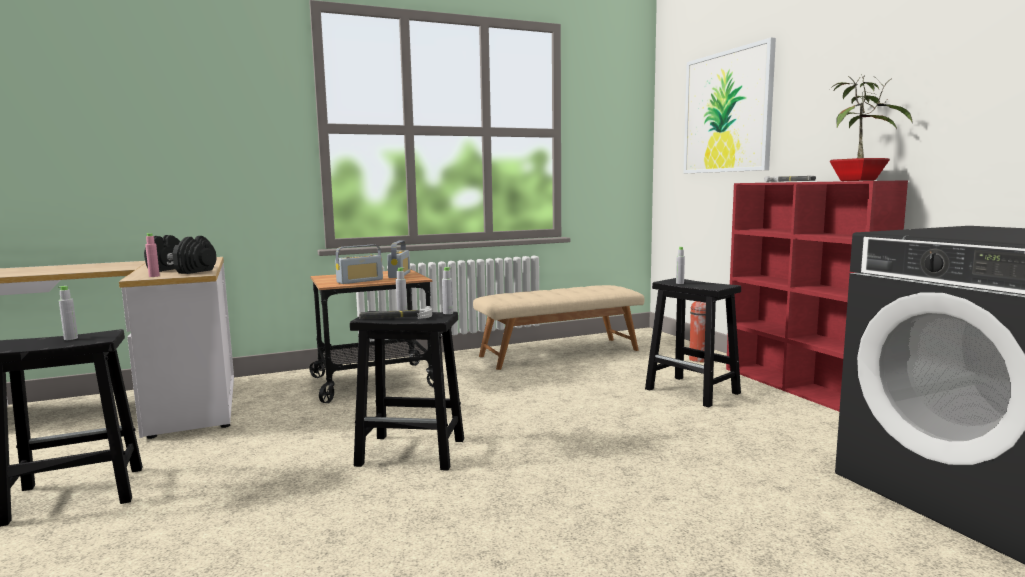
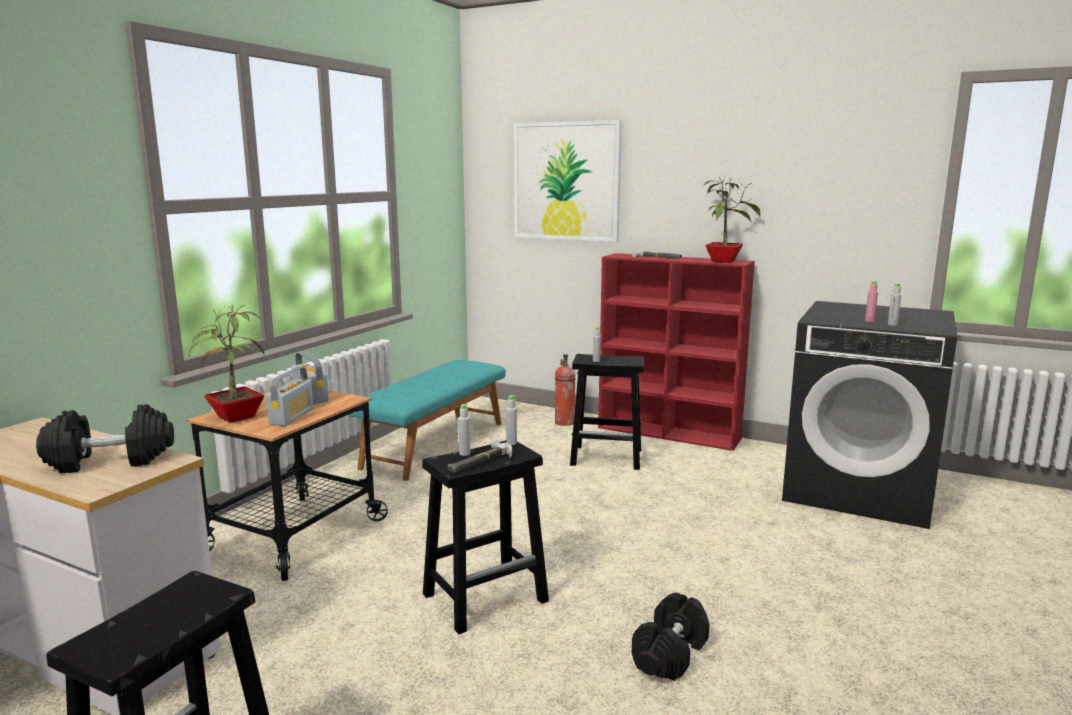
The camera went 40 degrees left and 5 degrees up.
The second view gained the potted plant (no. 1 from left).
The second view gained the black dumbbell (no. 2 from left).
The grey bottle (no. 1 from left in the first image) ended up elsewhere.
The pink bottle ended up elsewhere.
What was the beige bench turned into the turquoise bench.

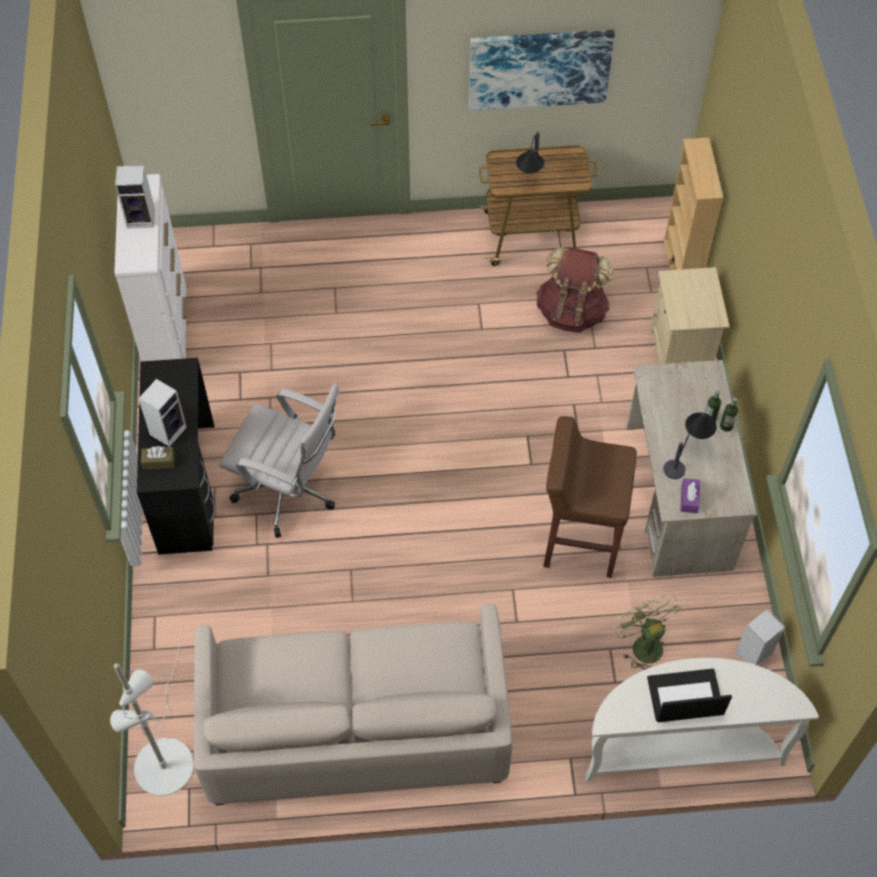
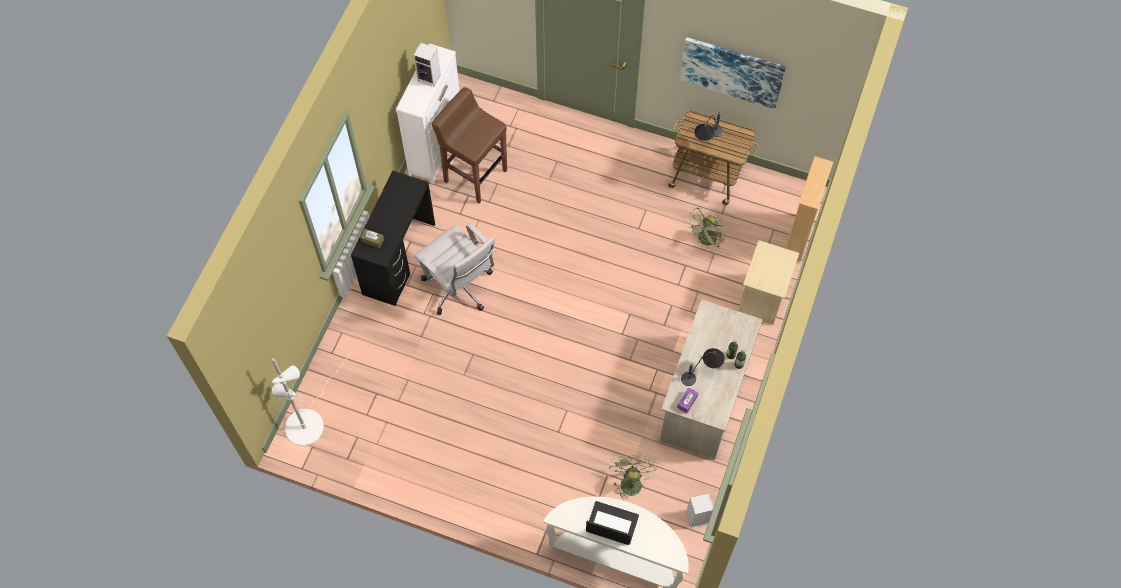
The camera went 25 degrees right and 5 degrees up.
The second view lost the speaker (no. 2 from left).
The second view lost the beige sofa.
The brown stool ended up elsewhere.
Where the brown backpack stood, the green fan (no. 2 from left) came to stand.

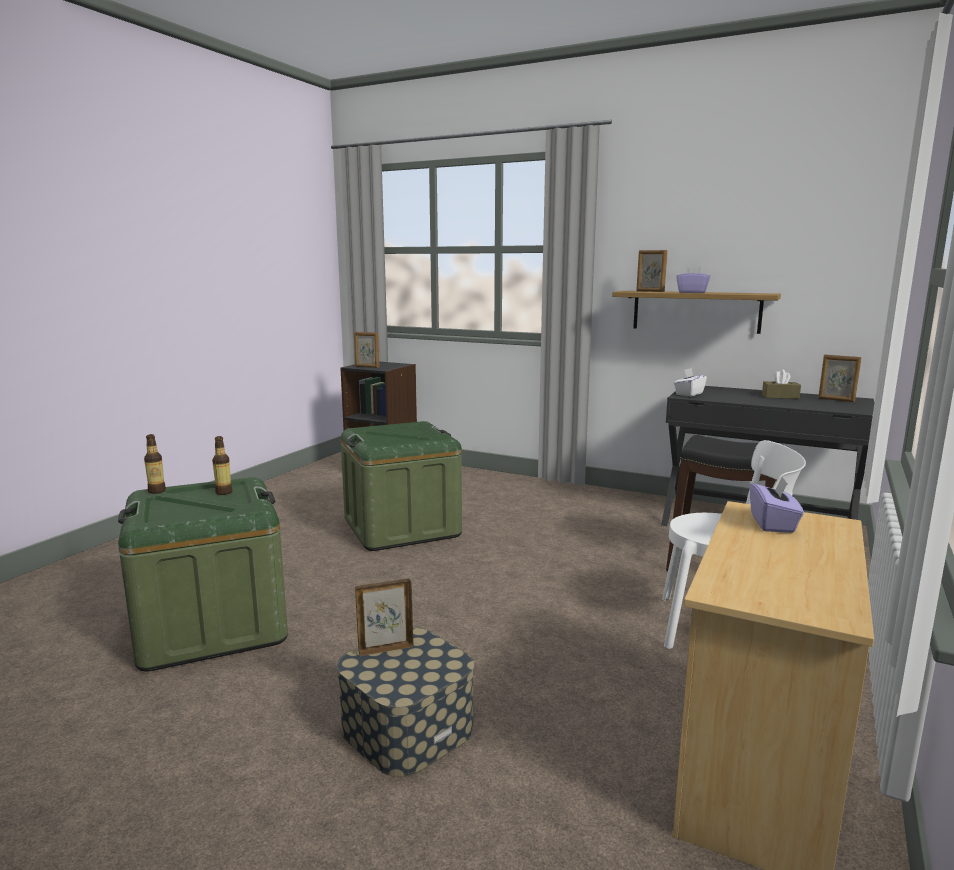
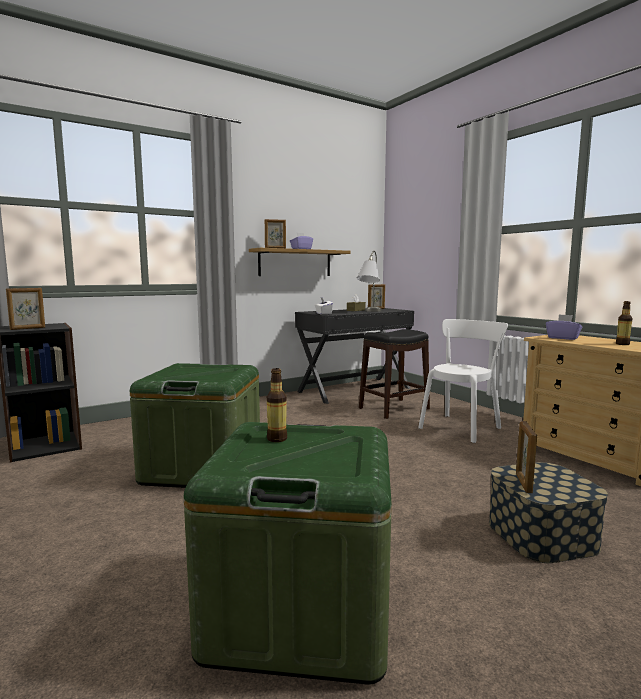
The camera went 60 degrees left and 5 degrees down.
The second view gained the grey table lamp.
The bottle (no. 1 from left in the first image) ended up elsewhere.

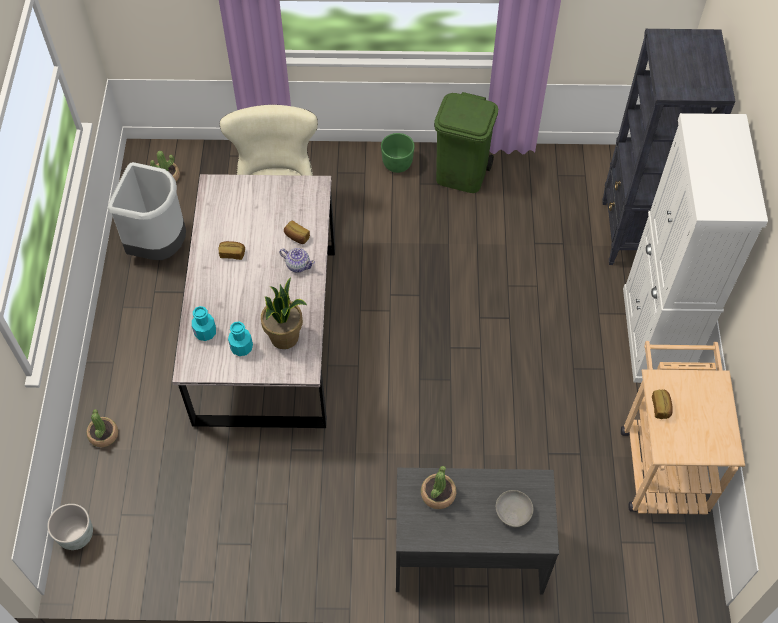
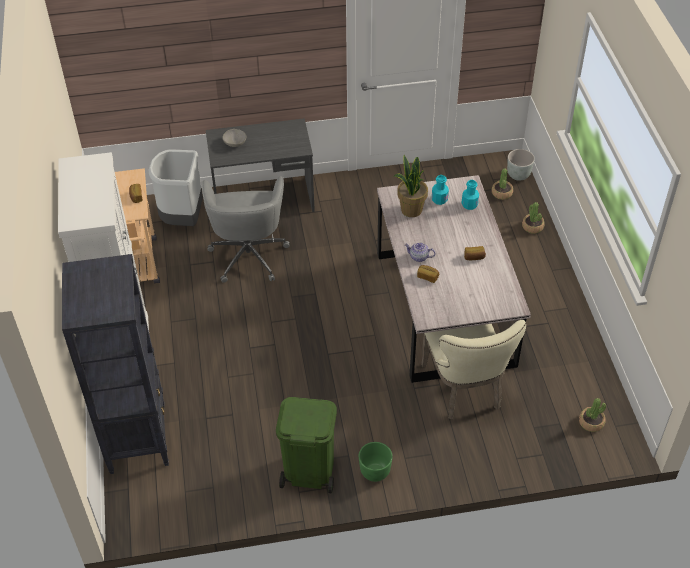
The camera went 170 degrees right and 10 degrees down.
The second view gained the grey office chair.
The grey trash can ended up elsewhere.
The potted plant (no. 4 from left in the first image) ended up elsewhere.

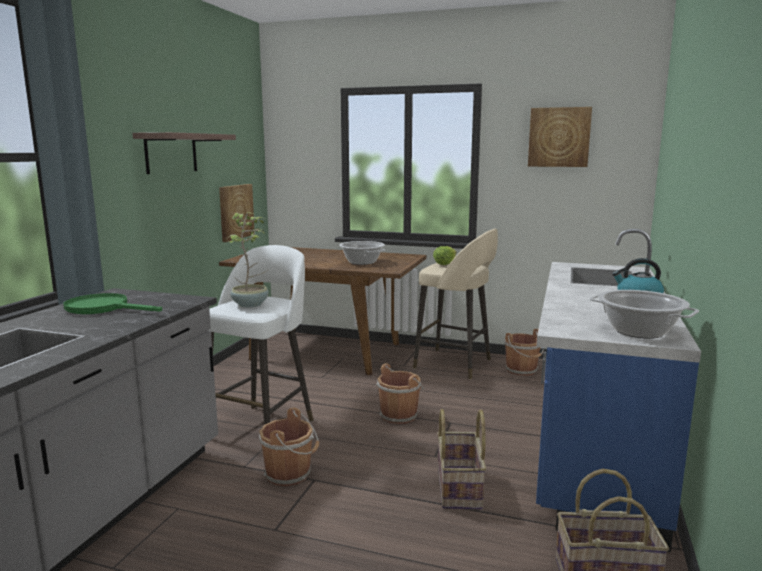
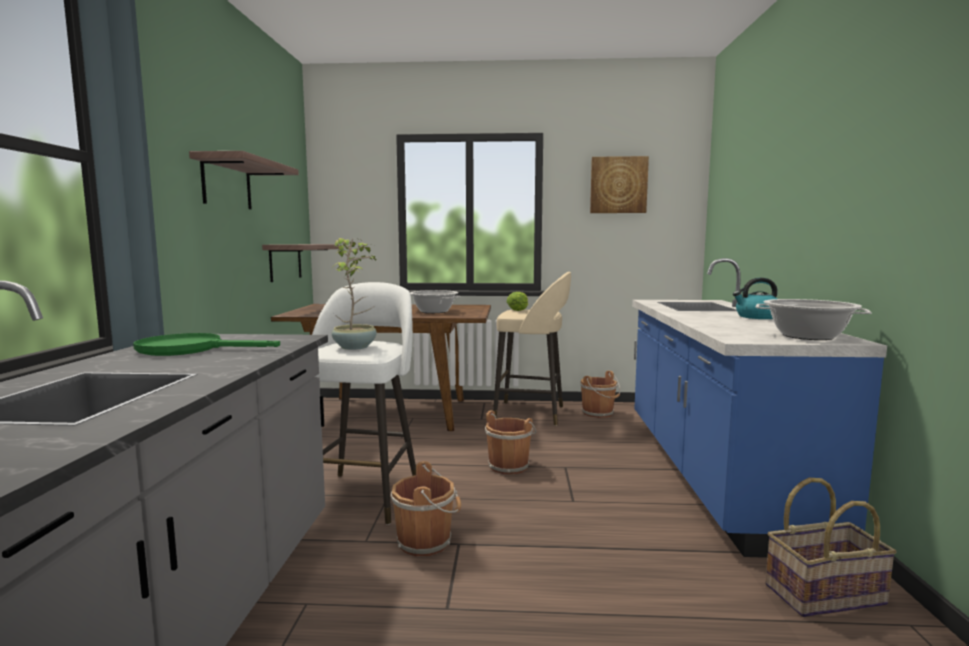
The camera went 15 degrees left and 5 degrees down.
The second view lost the basket (no. 1 from left).
Where the picture (no. 1 from left) hung, the shelf (no. 2 from left) came to hang.

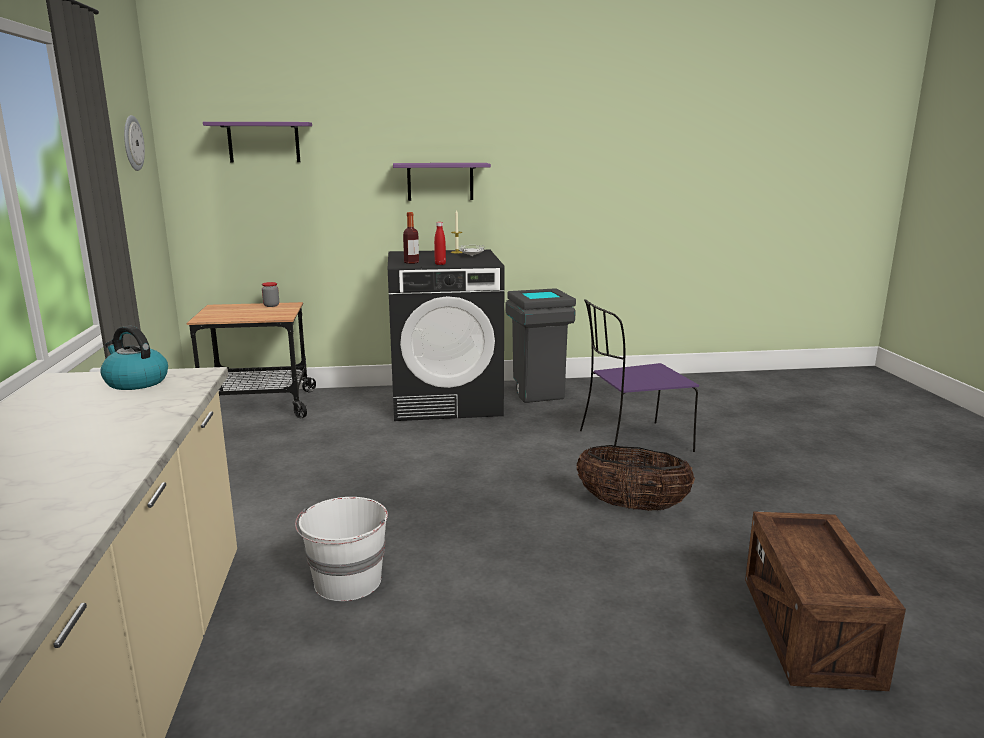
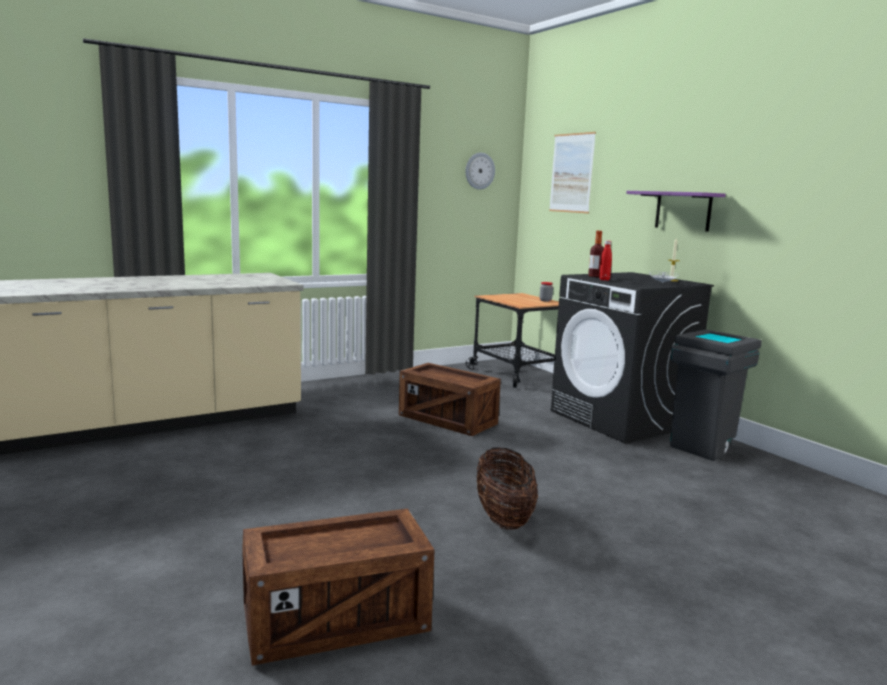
The camera went 65 degrees right and 5 degrees down.
The second view lost the kettle.
The second view lost the white bucket.
The second view lost the purple chair.
The second view gained the crate (no. 2 from left).
Where the purple shelf (no. 1 from left) hung, the picture came to hang.

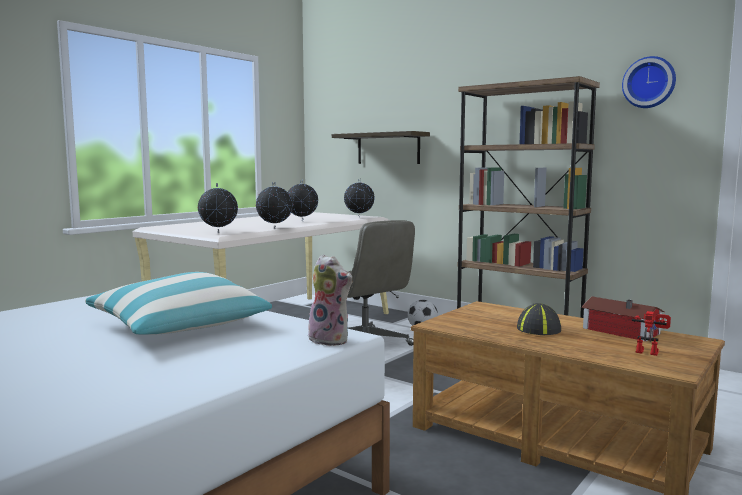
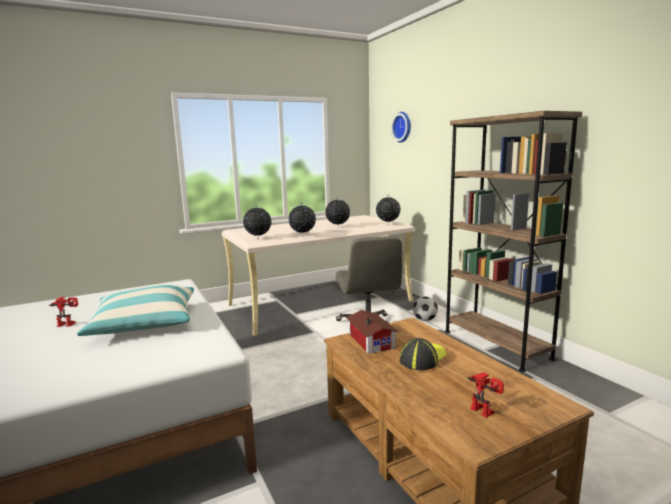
The camera went 25 degrees right and 5 degrees up.
The second view lost the plush toy.
The second view lost the shelf.
The second view gained the toy robot (no. 1 from left).
The toy house ended up elsewhere.
The wall clock ended up elsewhere.

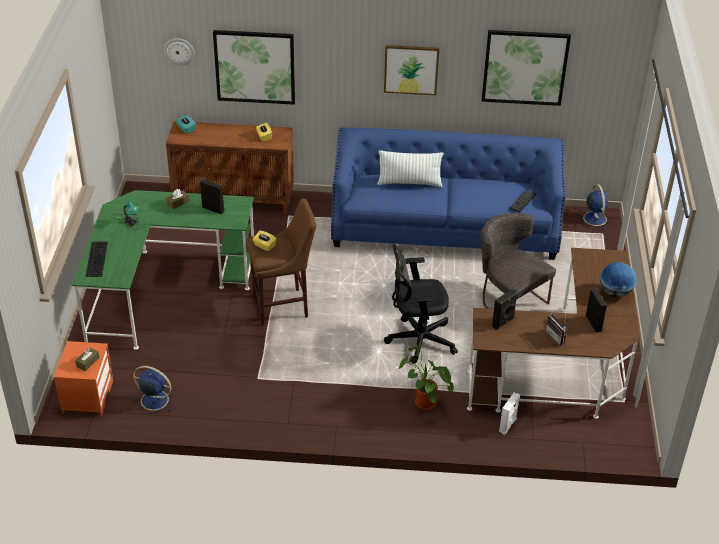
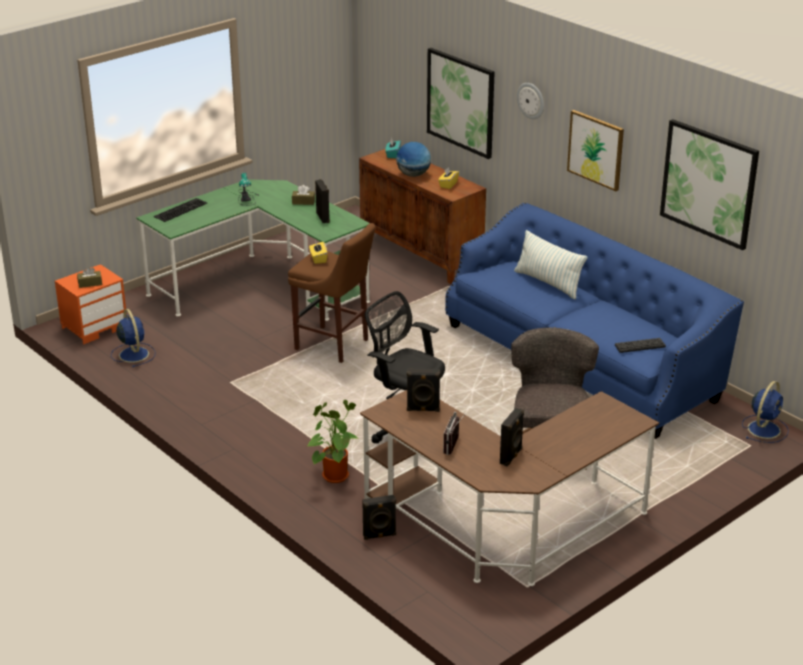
The camera went 45 degrees right and 10 degrees down.
The wall clock ended up elsewhere.
The globe ended up elsewhere.
What was the white speaker turned into the black speaker (no. 2 from left).

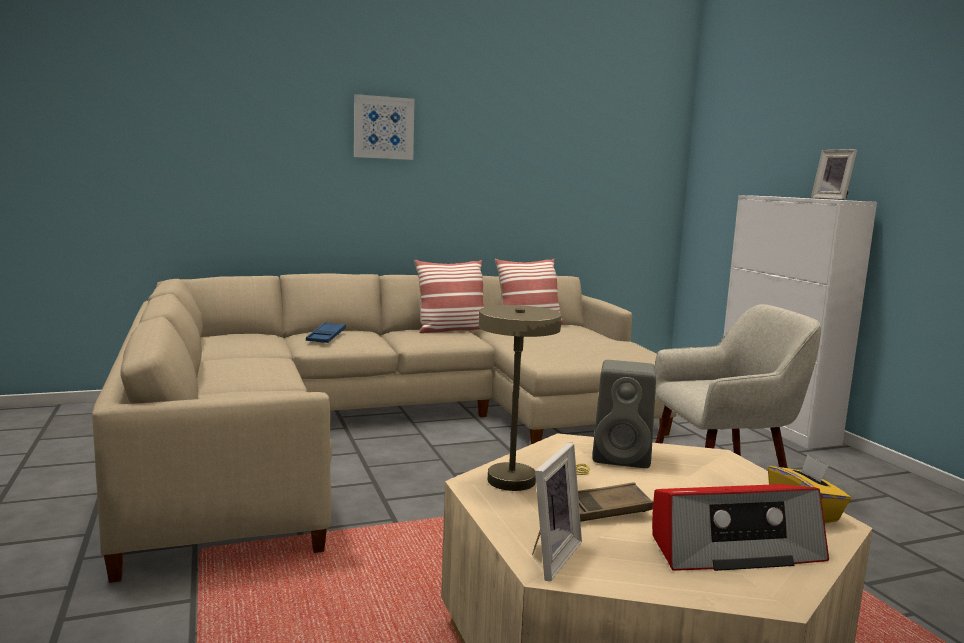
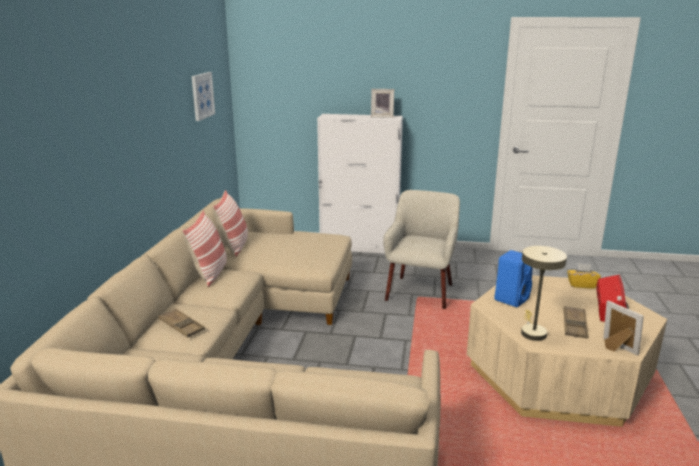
The camera went 60 degrees left and 10 degrees up.
The picture ended up elsewhere.
What was the blue tray turned into the brown tray (no. 1 from left).
What was the grey speaker turned into the blue speaker.

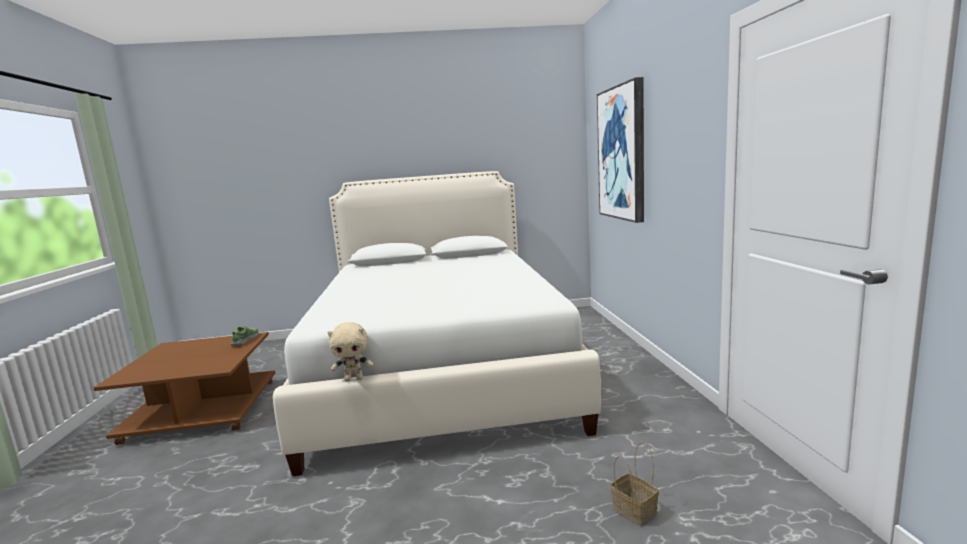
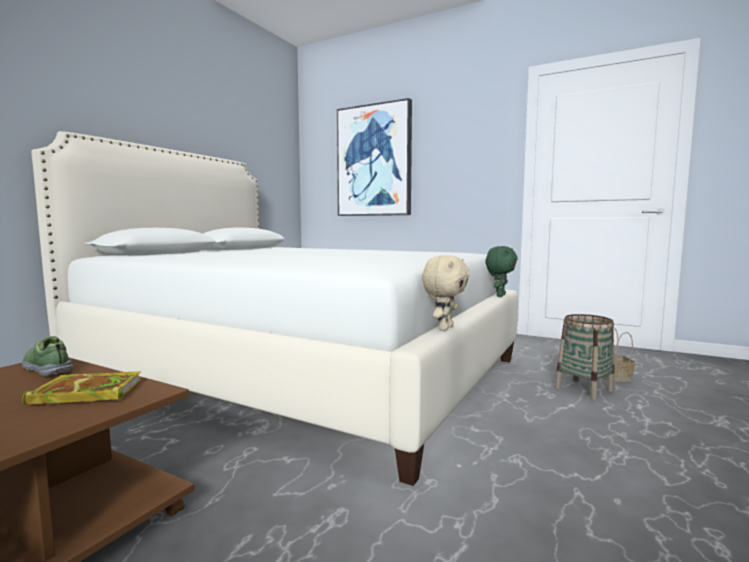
The camera went 55 degrees left and 5 degrees down.
The second view gained the book.
The second view gained the green plush toy.
The second view gained the basket (no. 1 from left).

